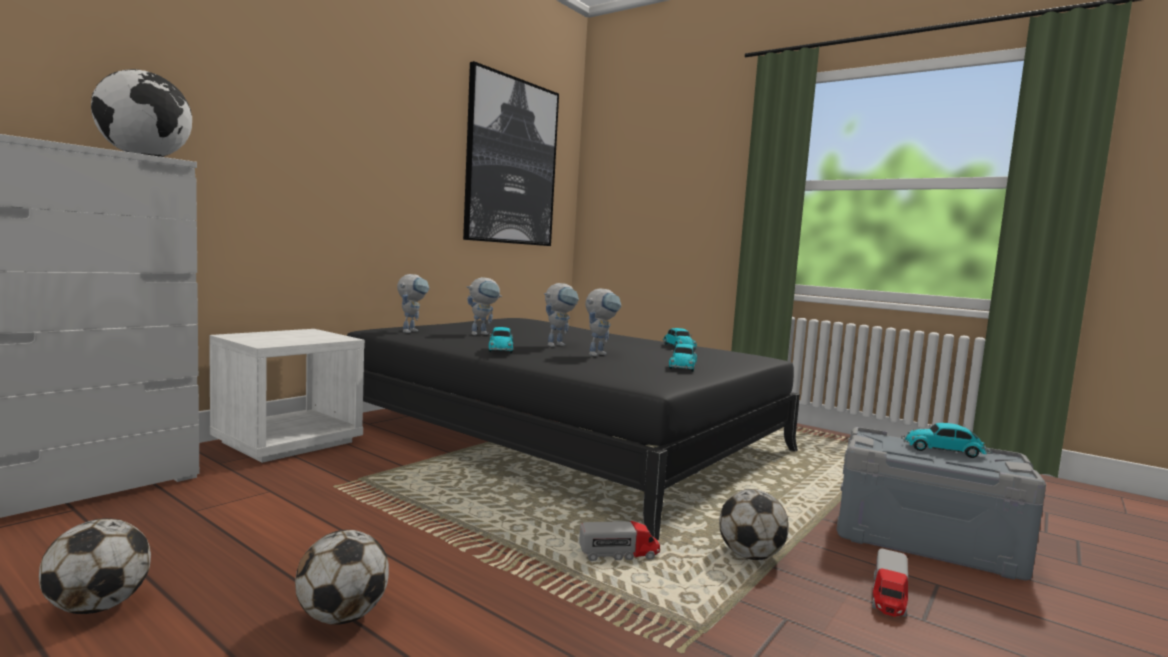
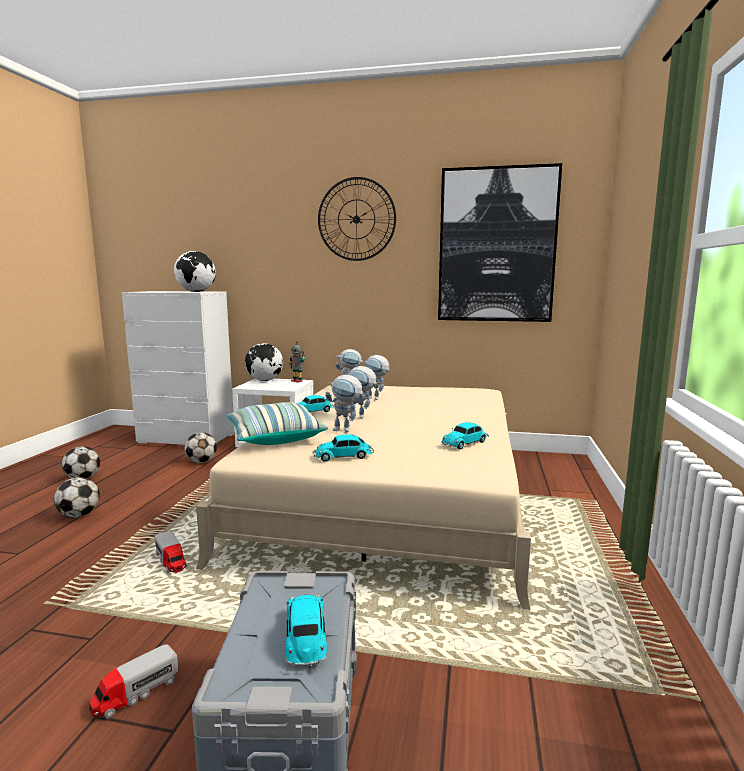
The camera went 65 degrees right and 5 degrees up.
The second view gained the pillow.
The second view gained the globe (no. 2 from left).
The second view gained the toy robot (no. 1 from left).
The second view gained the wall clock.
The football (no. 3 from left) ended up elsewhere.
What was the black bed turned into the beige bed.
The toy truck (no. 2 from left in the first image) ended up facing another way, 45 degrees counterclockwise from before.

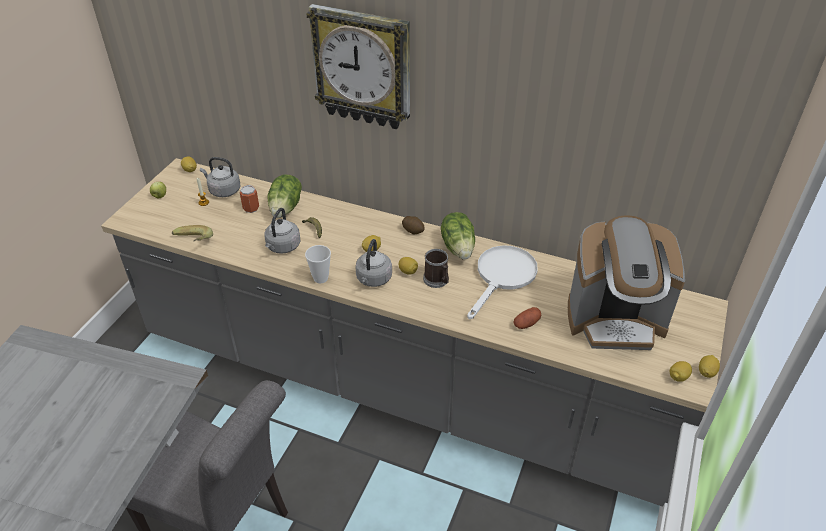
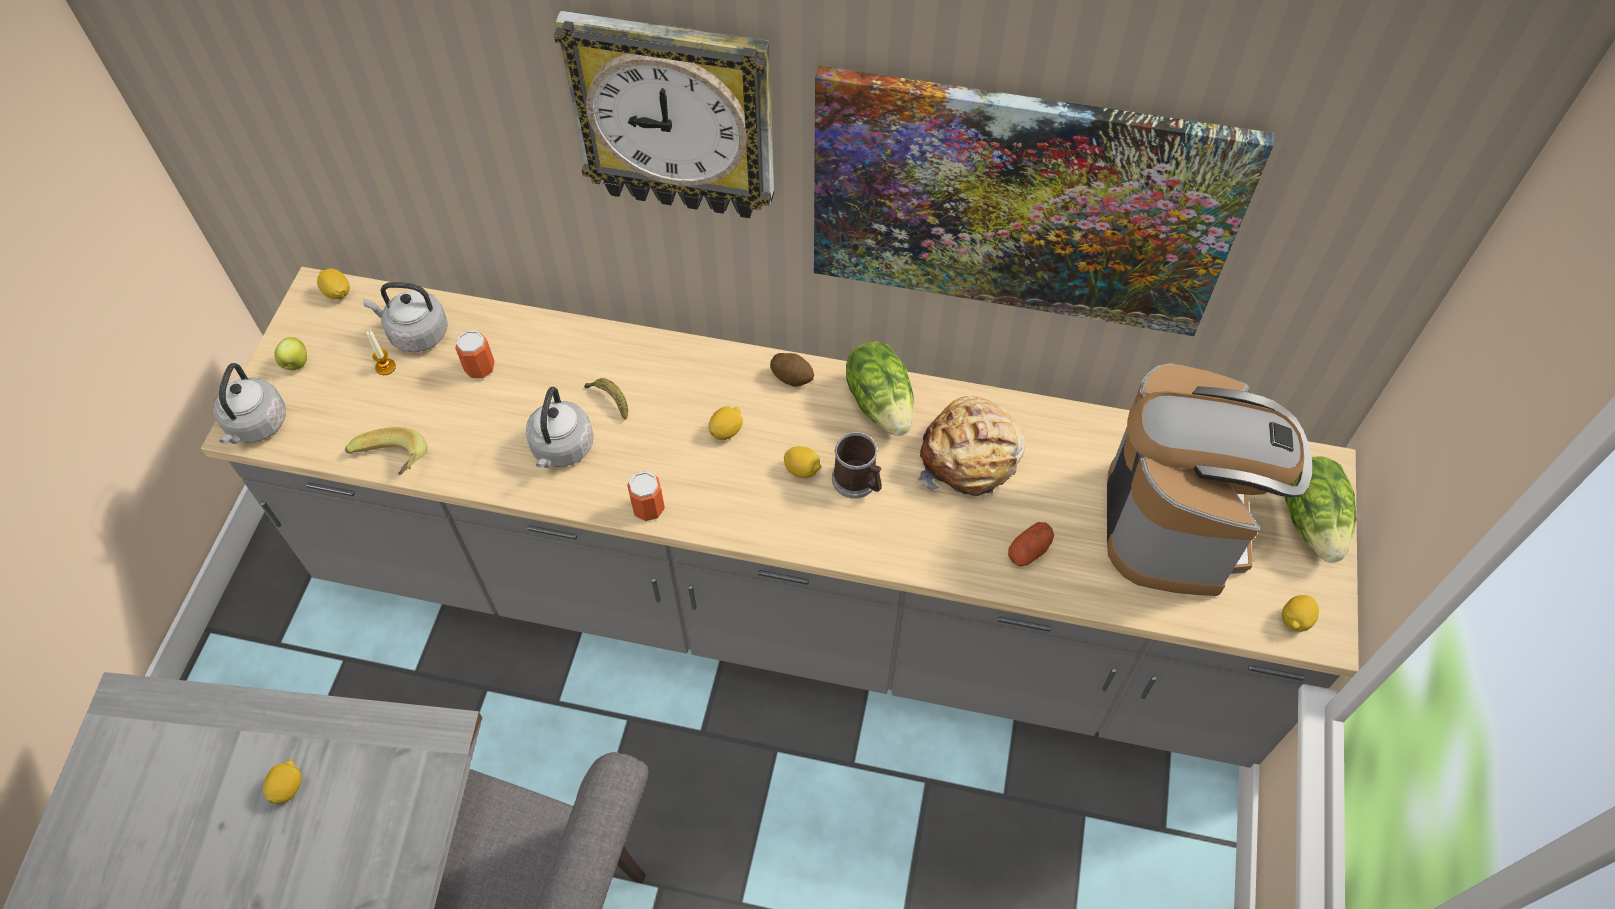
The camera went 10 degrees left and 15 degrees up.
The second view gained the picture.
The lettuce (no. 1 from left in the first image) ended up elsewhere.
The grey kettle (no. 3 from left in the first image) ended up elsewhere.
The lemon (no. 5 from left in the first image) ended up elsewhere.
Where the cup stood, the can (no. 2 from left) came to stand.
Where the white frying pan stood, the bread came to stand.
The coffee machine ended up facing another way, 75 degrees counterclockwise from before.

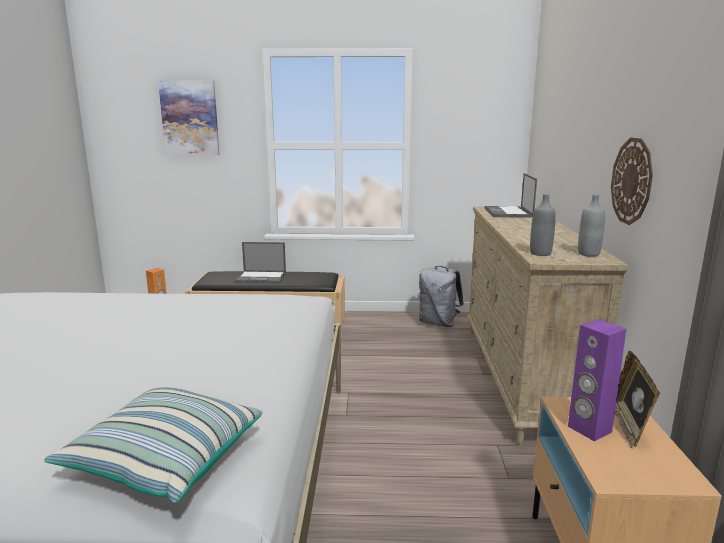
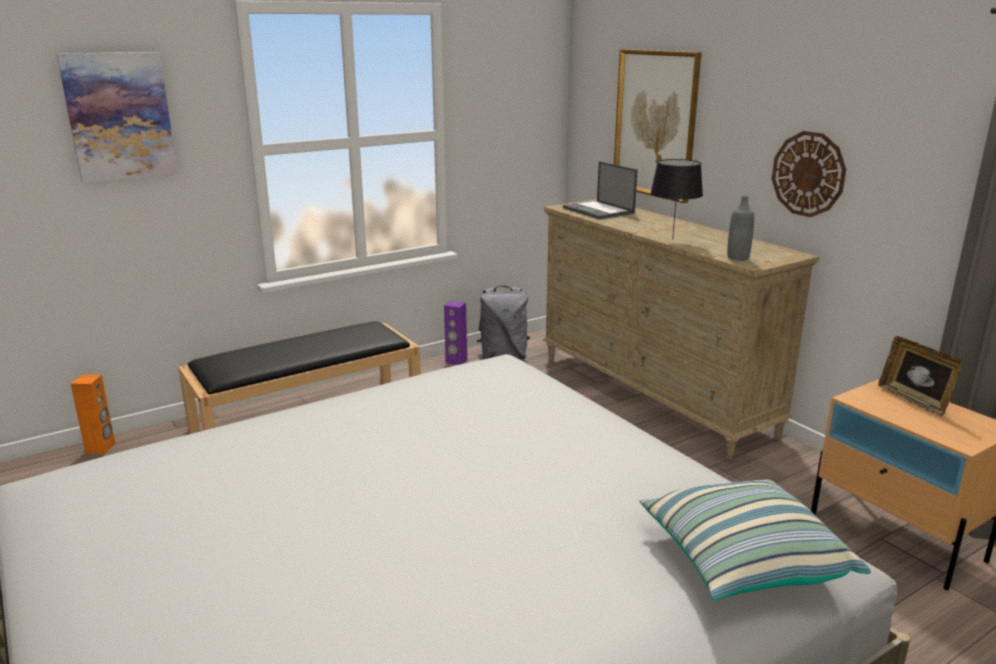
The camera went 35 degrees left and 5 degrees up.
The second view lost the laptop (no. 1 from left).
The second view lost the grey bottle (no. 2 from left).
The second view gained the picture (no. 2 from left).
The second view gained the black table lamp.
The purple speaker ended up elsewhere.

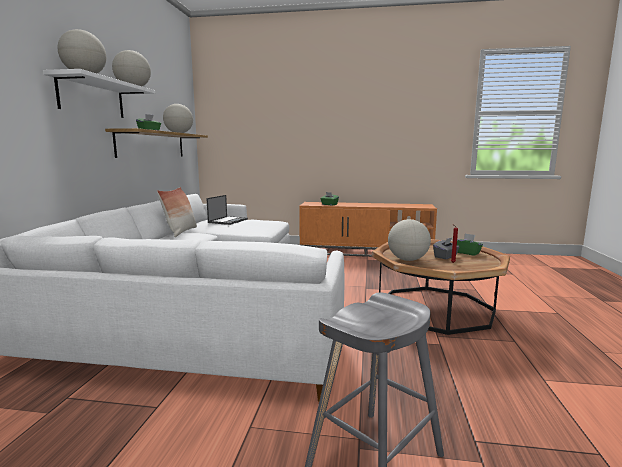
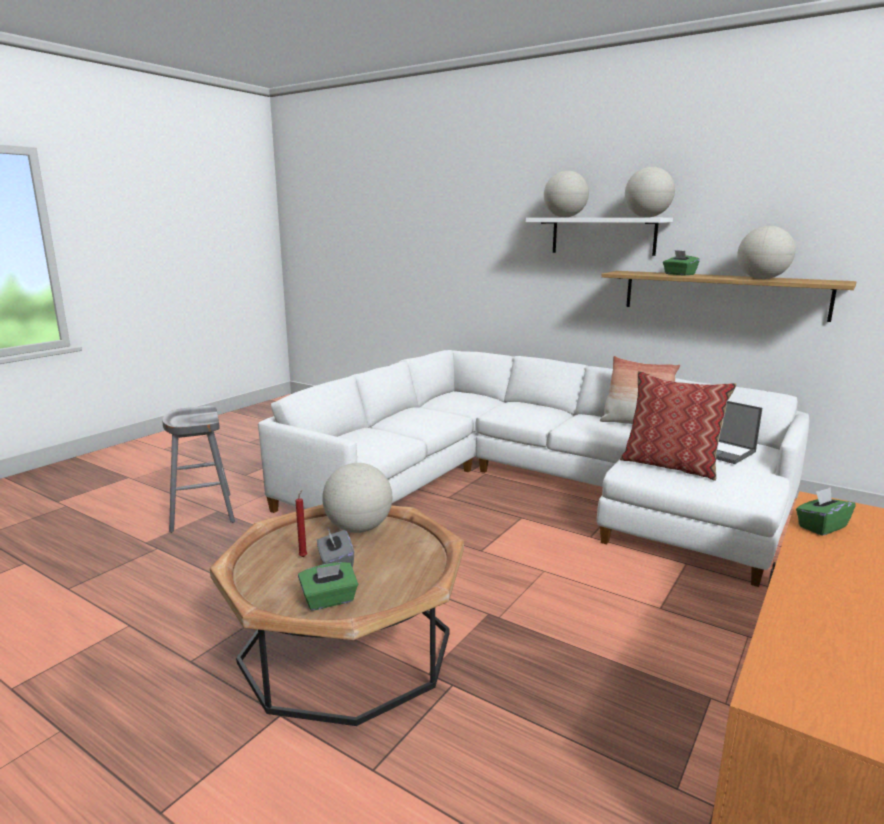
The camera went 115 degrees right and 5 degrees up.
The second view gained the pillow (no. 2 from left).

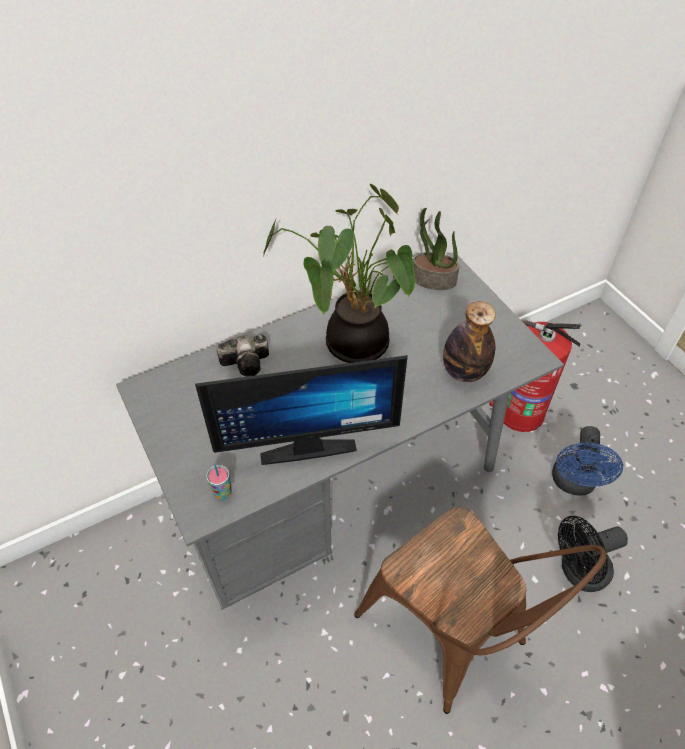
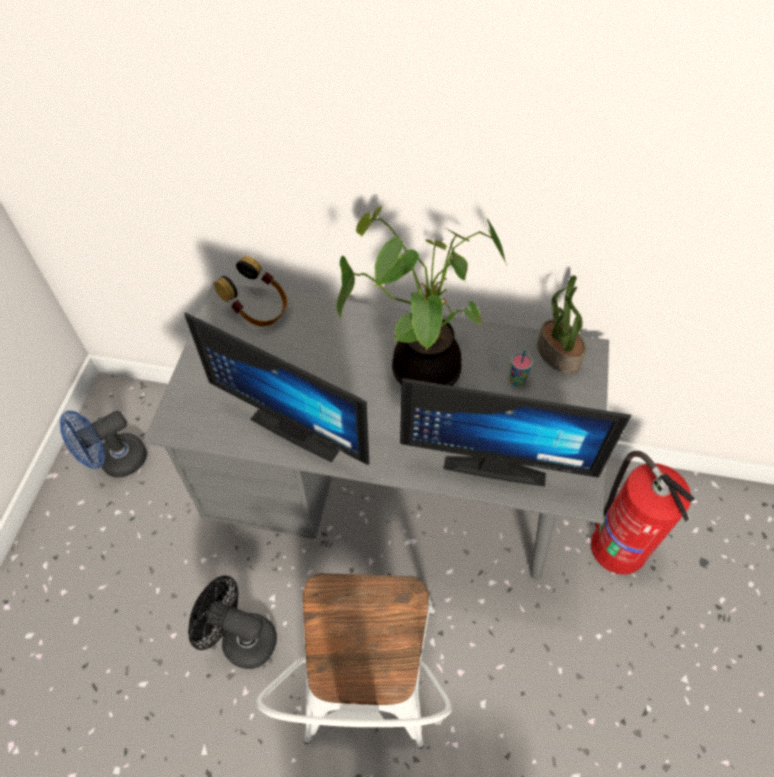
The camera went 40 degrees right and 5 degrees up.
The second view lost the photo camera.
The second view gained the headphones.
The cup ended up elsewhere.
The blue fan ended up elsewhere.
The black fan ended up elsewhere.
Where the bottle stood, the monitor (no. 2 from left) came to stand.
What was the brown chair turned into the white chair.

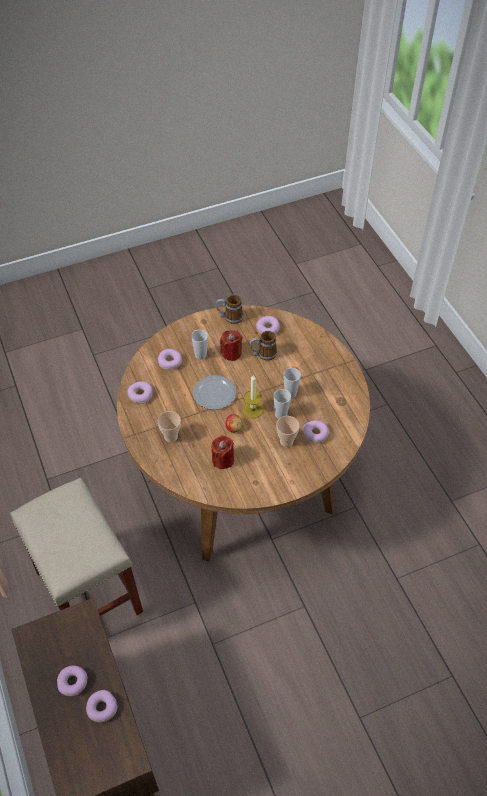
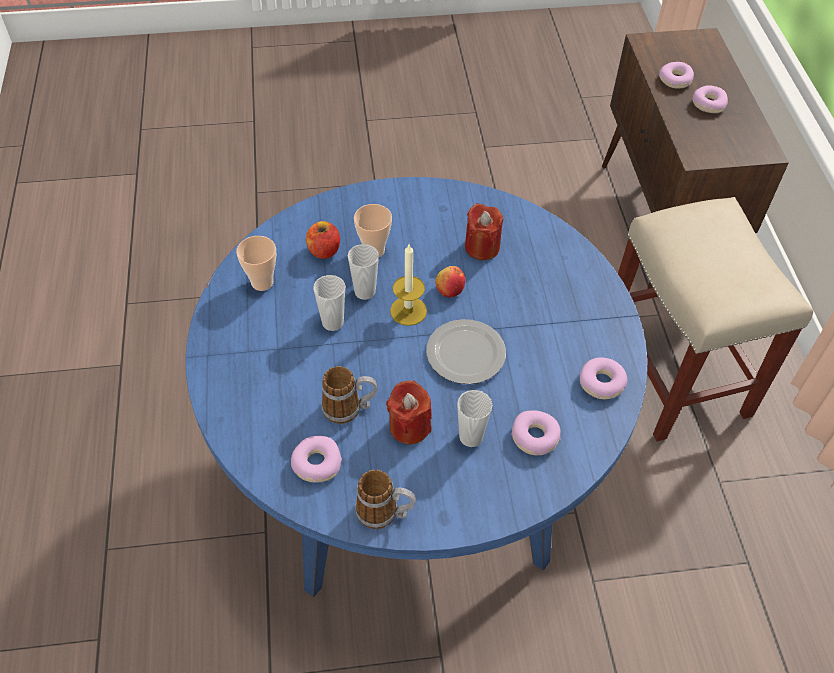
The camera went 165 degrees left and 0 degrees up.
The cup (no. 1 from left) ended up elsewhere.
Where the donut (no. 6 from left) stood, the apple (no. 1 from left) came to stand.
What was the brown dining table turned into the blue dining table.

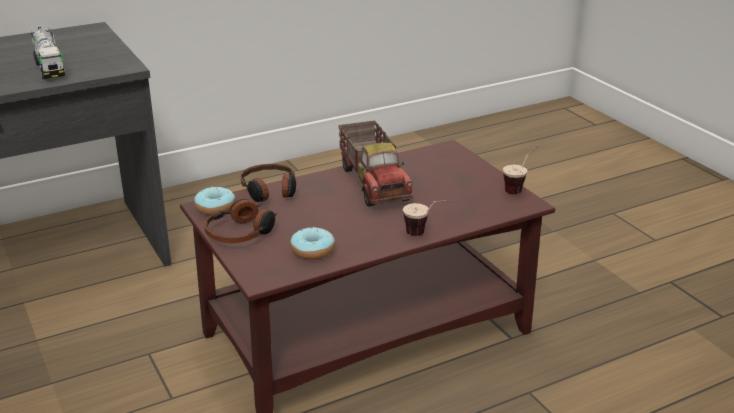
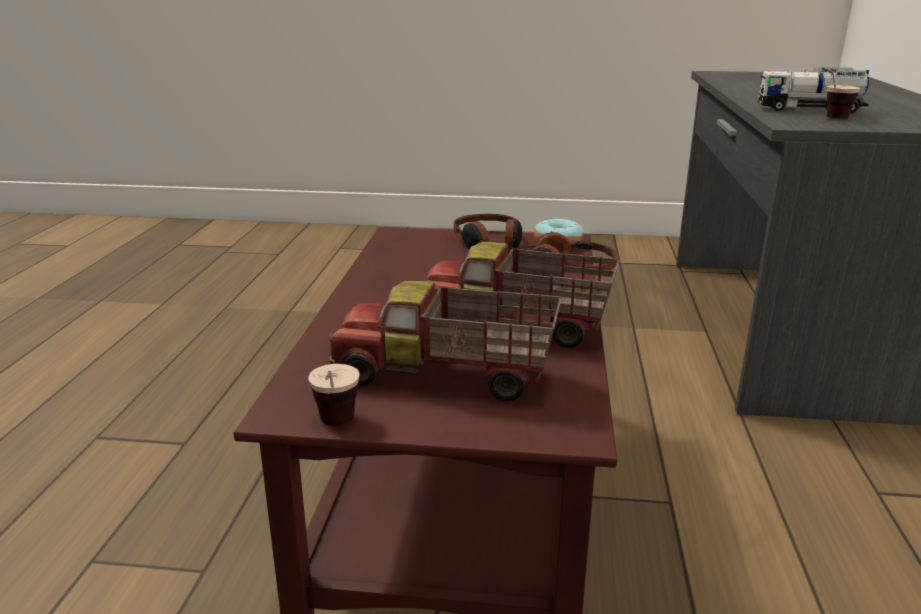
The camera went 125 degrees right and 5 degrees down.
The second view lost the donut (no. 2 from left).
The second view gained the toy truck (no. 1 from left).
The cup (no. 1 from left in the first image) ended up elsewhere.

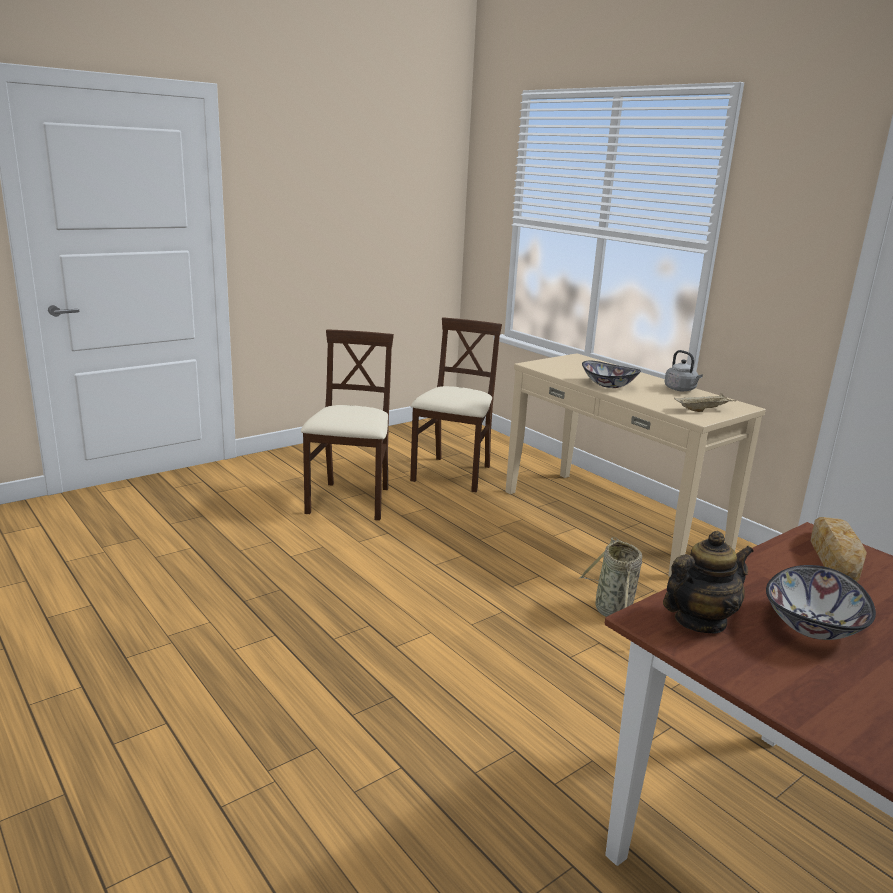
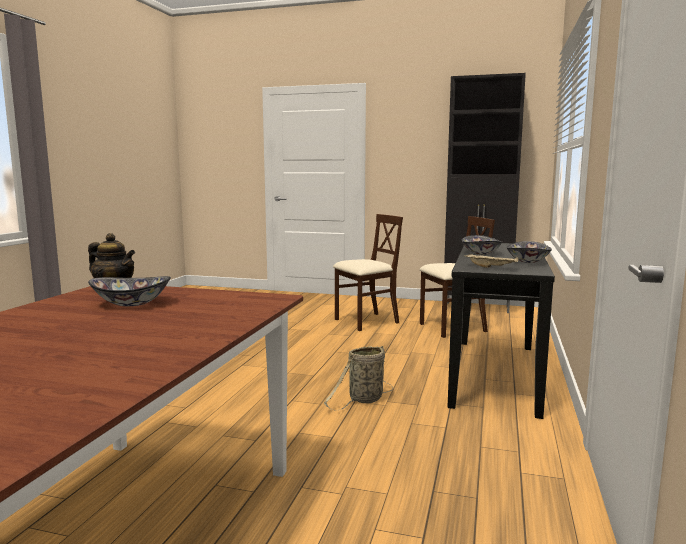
The camera went 55 degrees right and 10 degrees down.
The second view lost the bread.
The second view gained the black cabinet.
Where the grey kettle stood, the bowl (no. 3 from left) came to stand.
What was the beige console table turned into the black console table.

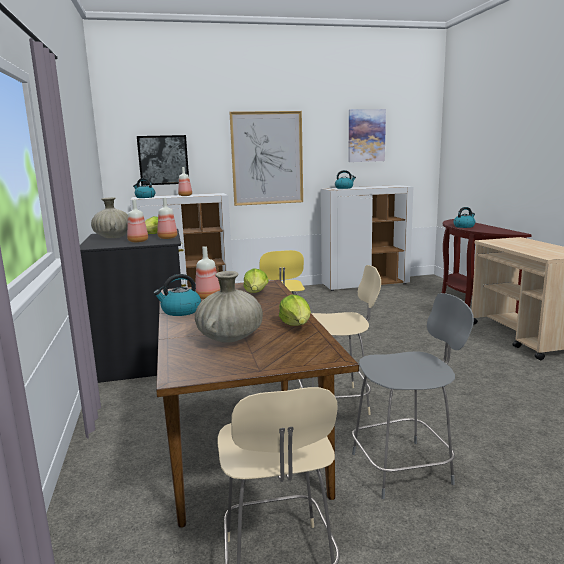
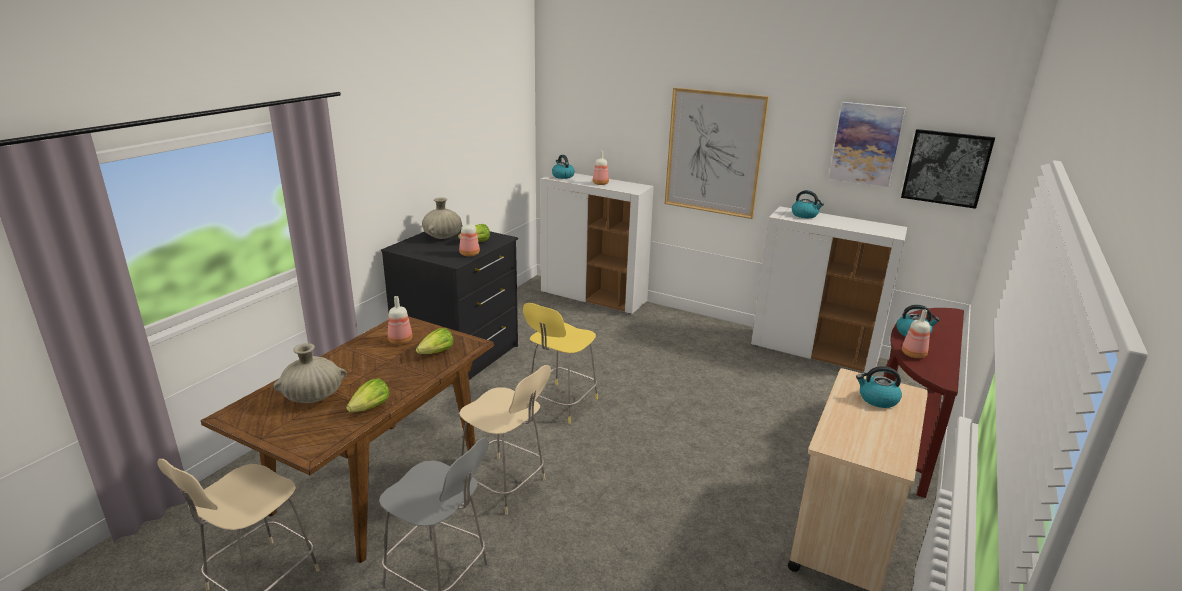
The camera went 40 degrees right and 10 degrees up.
The bottle (no. 1 from left in the first image) ended up elsewhere.
The picture (no. 1 from left in the first image) ended up elsewhere.
The kettle (no. 2 from left in the first image) ended up elsewhere.

